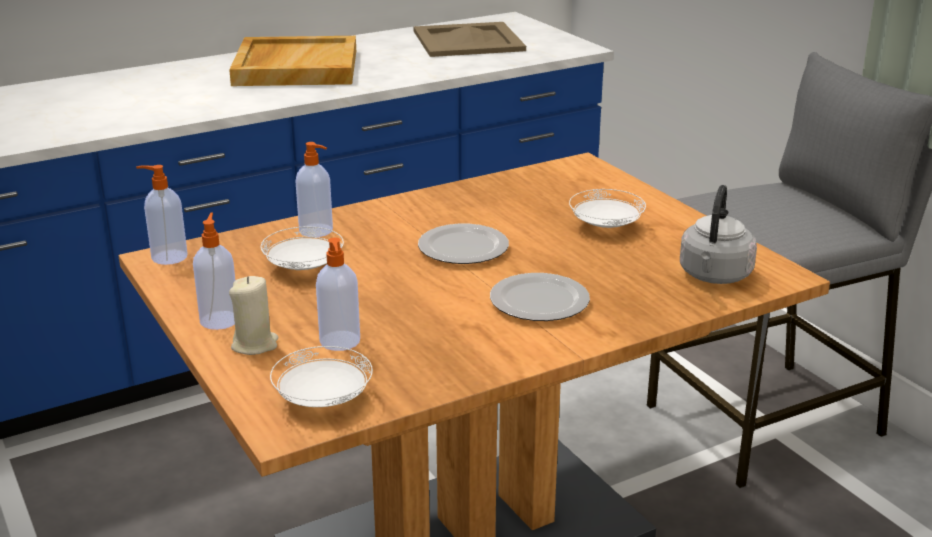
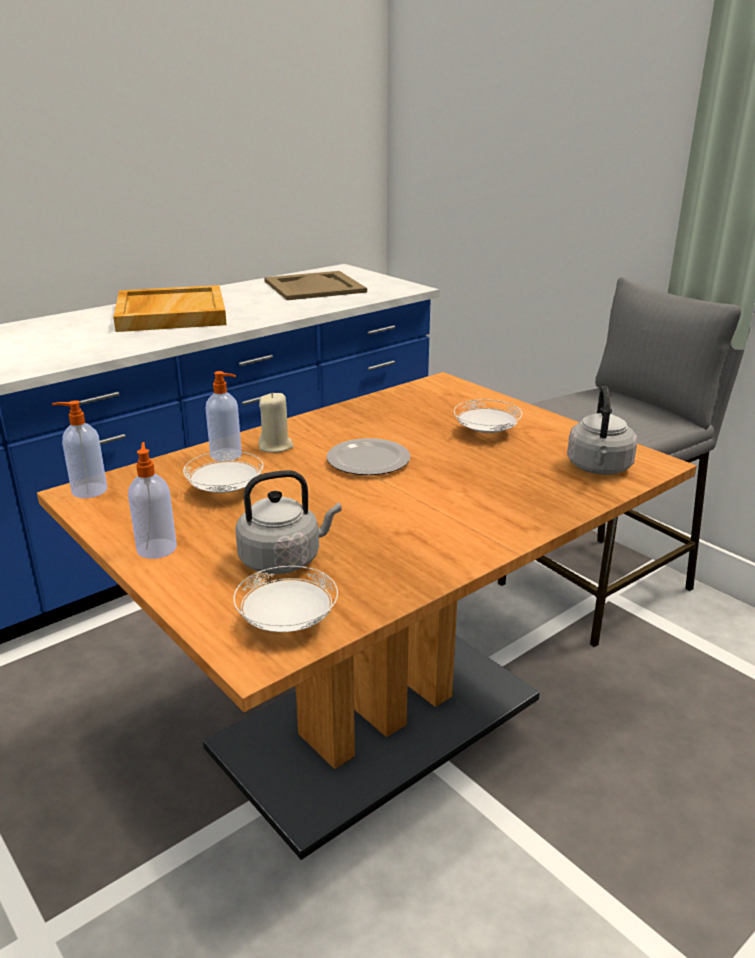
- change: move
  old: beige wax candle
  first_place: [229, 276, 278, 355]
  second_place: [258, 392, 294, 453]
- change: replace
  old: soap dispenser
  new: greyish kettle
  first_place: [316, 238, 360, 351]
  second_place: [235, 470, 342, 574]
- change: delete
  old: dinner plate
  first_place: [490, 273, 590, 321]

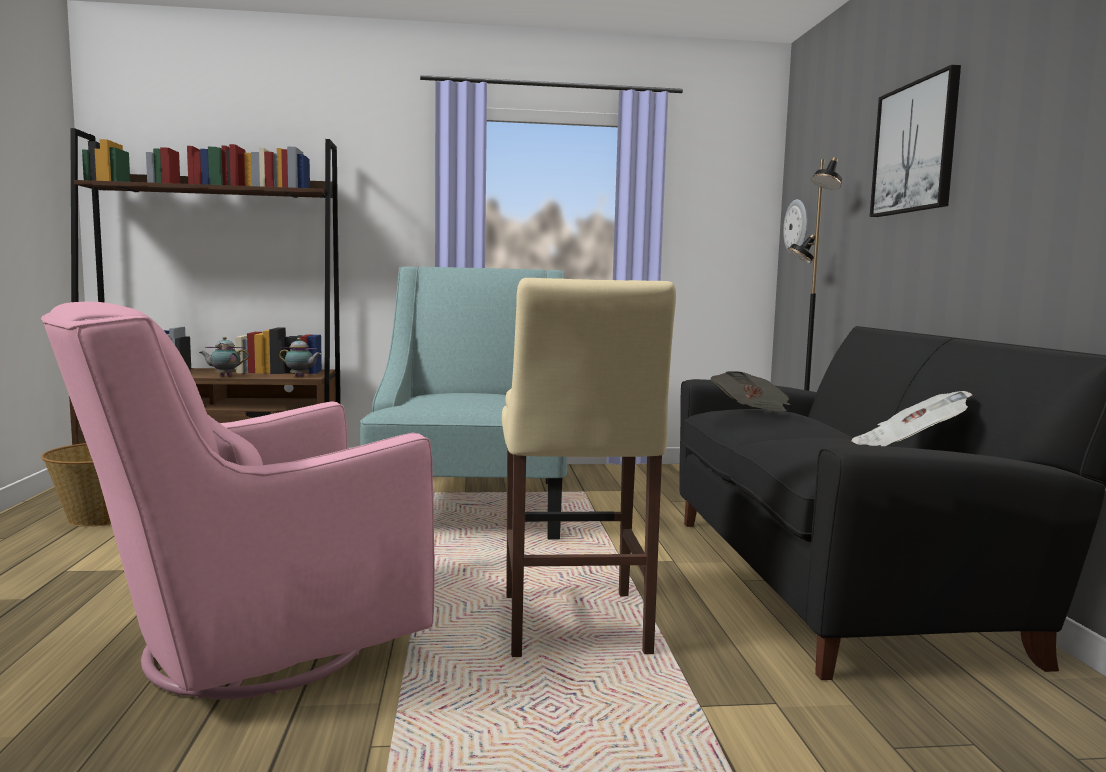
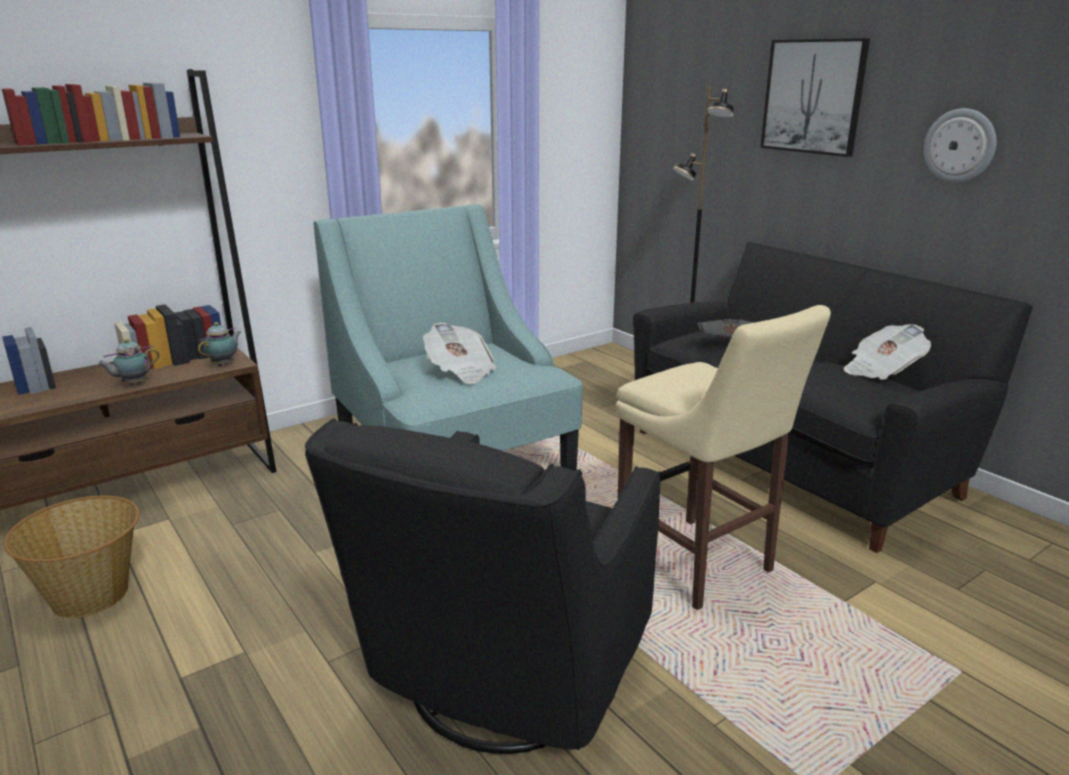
- change: recolor
  old: pinkish armchair
  new: black armchair
  first_place: [41, 302, 435, 700]
  second_place: [305, 418, 661, 754]
- change: rotate
  old: teapot
  first_place: [279, 338, 321, 377]
  second_place: [198, 322, 241, 366]
  degrees: -45
- change: move
  old: hanging clock
  first_place: [783, 199, 807, 255]
  second_place: [924, 108, 996, 183]
- change: insert
  new: newspaper
  second_place: [423, 323, 497, 384]

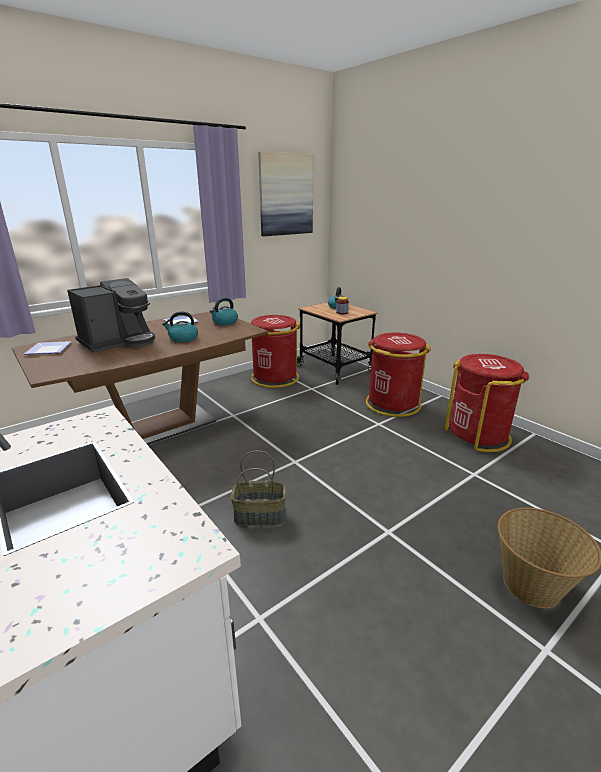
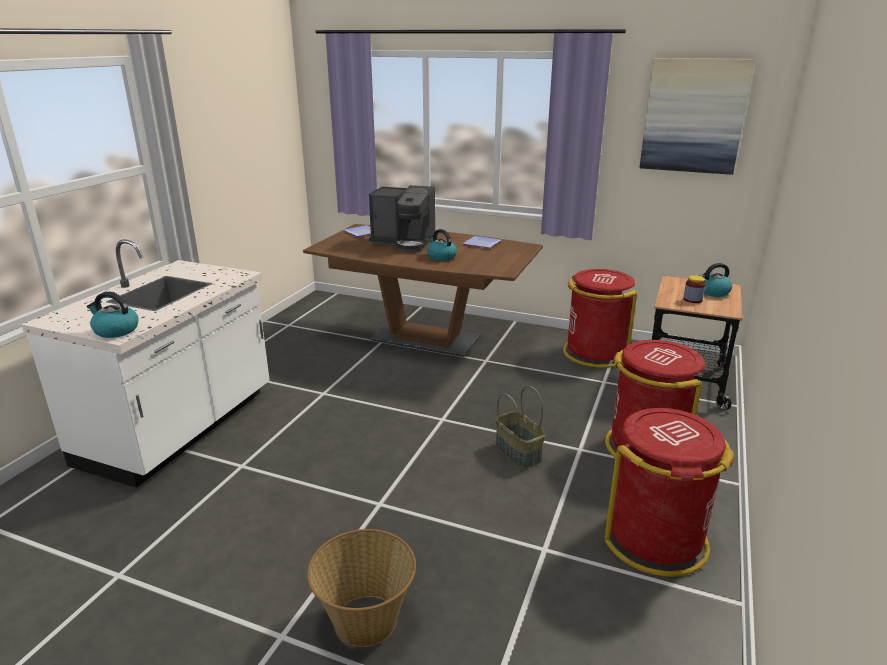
- change: move
  old: kettle
  first_place: [210, 298, 238, 325]
  second_place: [87, 292, 138, 338]
- change: move
  old: storage basket
  first_place: [231, 450, 286, 526]
  second_place: [495, 386, 545, 468]

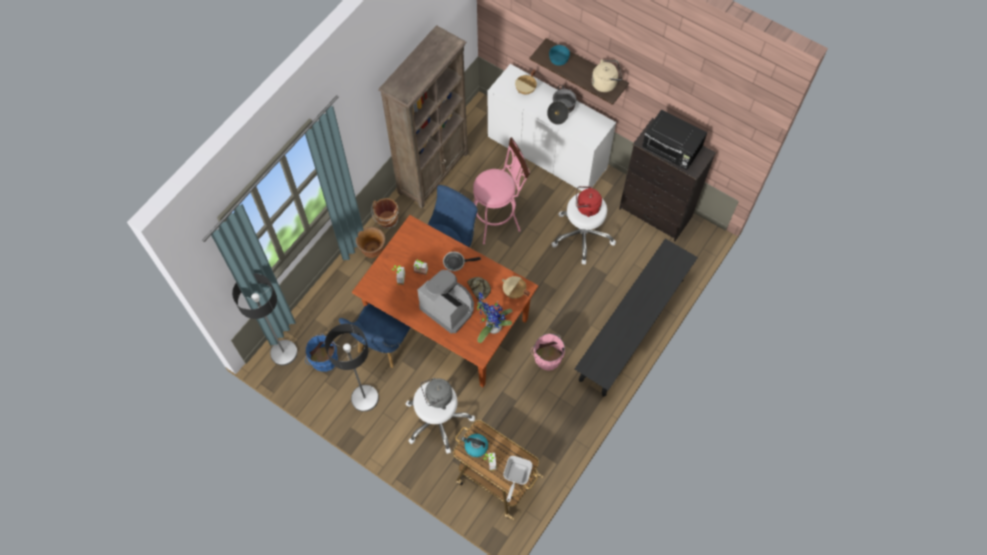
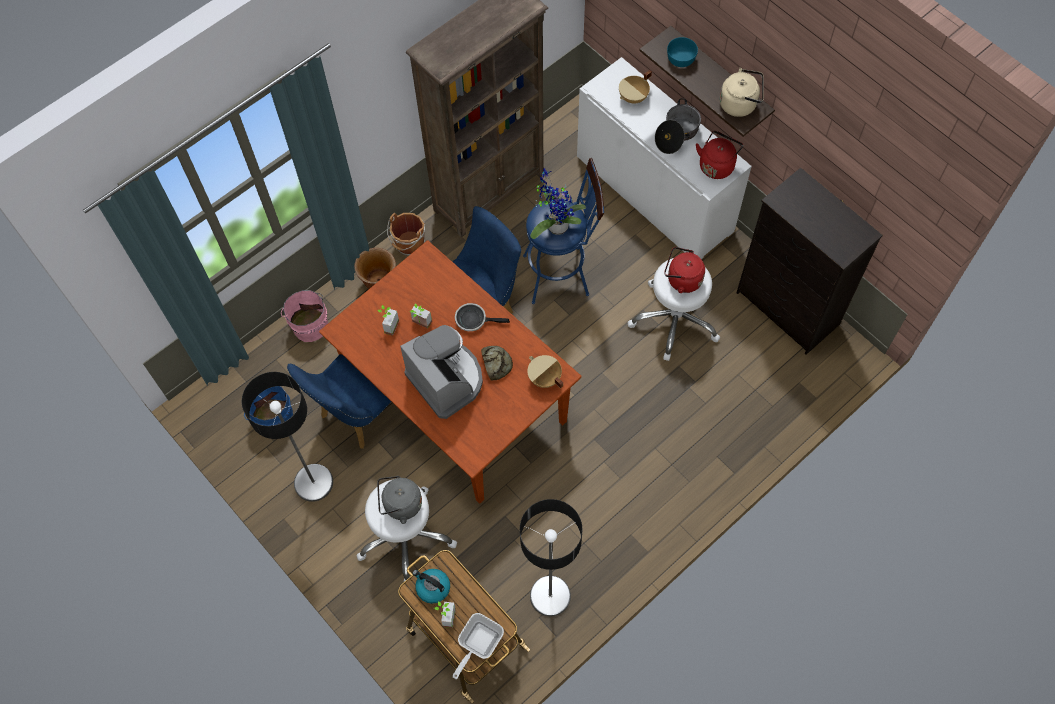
- change: move
  old: standard lamp
  first_place: [232, 273, 298, 365]
  second_place: [520, 499, 583, 617]
- change: recolor
  old: pinkish stool
  new: blue stool
  first_place: [473, 137, 530, 245]
  second_place: [523, 158, 604, 304]
- change: move
  old: plant in a pot
  first_place: [477, 292, 513, 343]
  second_place: [530, 168, 586, 239]
- change: move
  old: pinkish pail
  first_place: [531, 333, 565, 371]
  second_place: [281, 290, 328, 342]
- change: delete
  old: black indoor bench
  first_place: [574, 239, 698, 397]
- change: delete
  old: black microwave oven
  first_place: [642, 109, 707, 170]
- change: insert
  new: red kettle
  second_place: [696, 131, 743, 179]

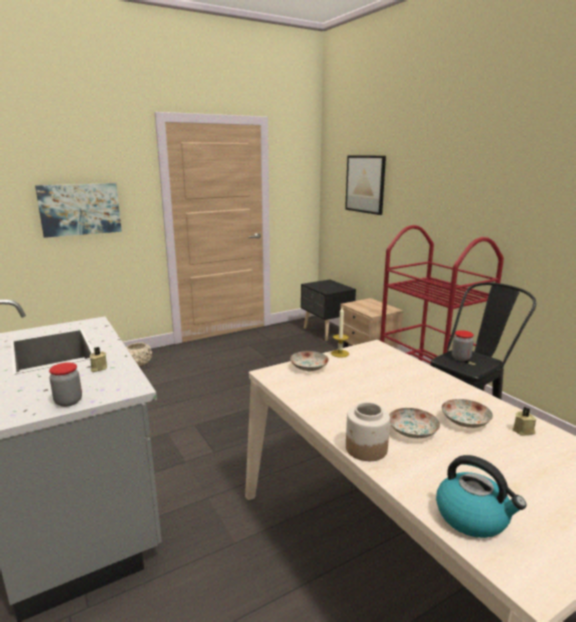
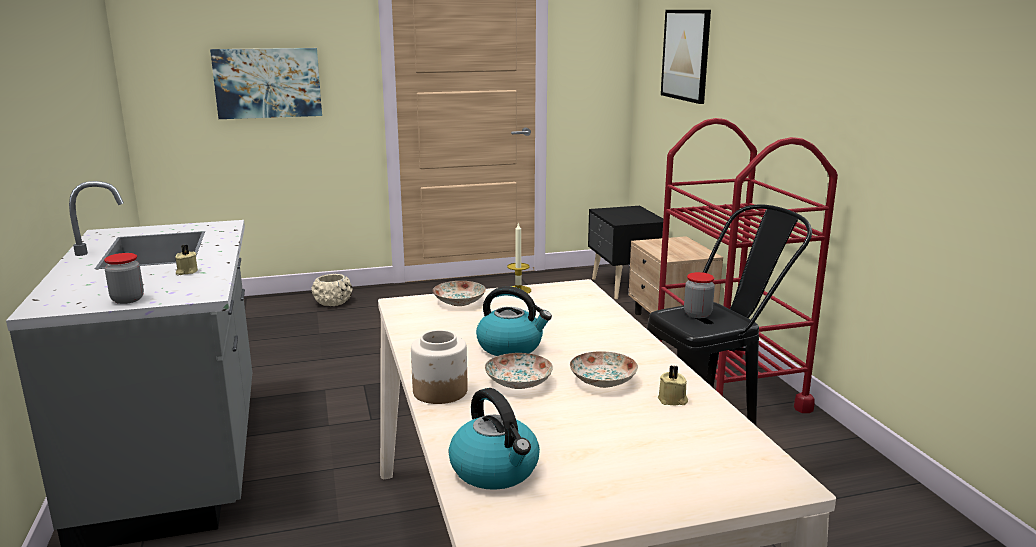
- change: insert
  new: kettle
  second_place: [476, 286, 552, 356]

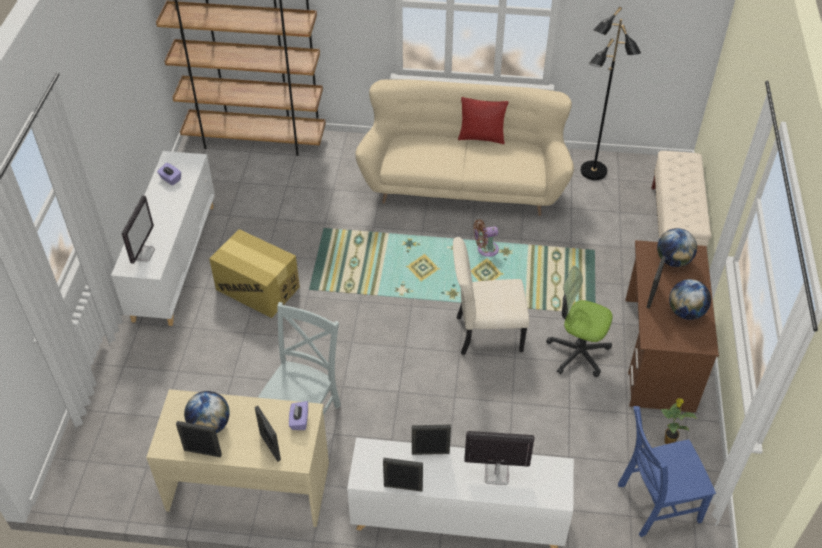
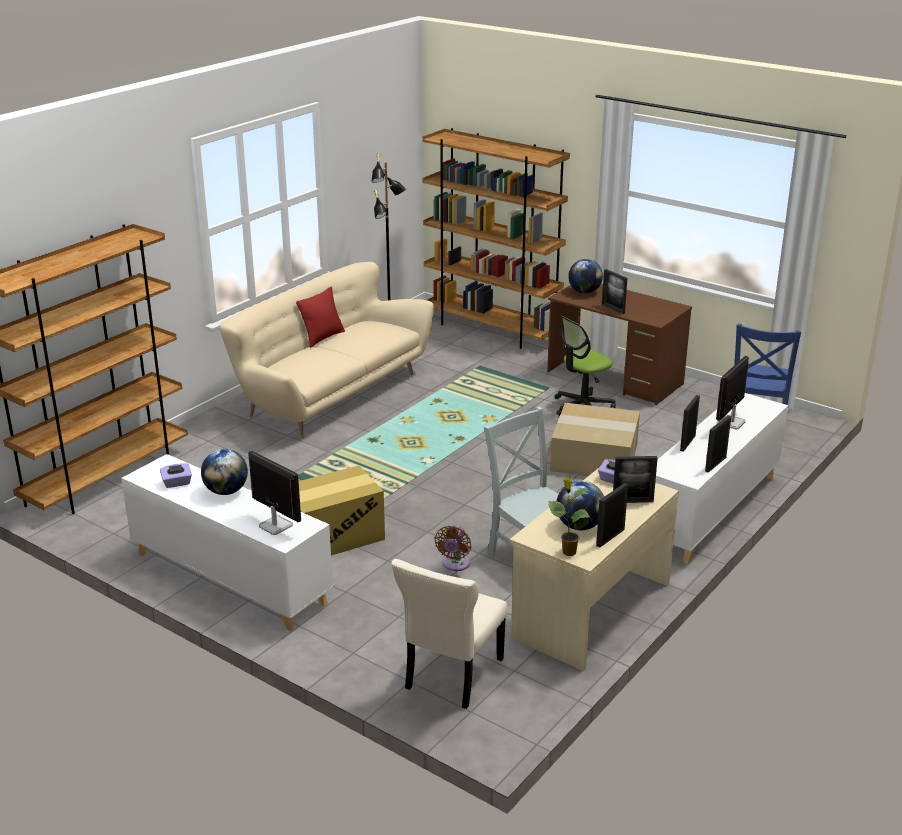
- change: move
  old: beige upright chair
  first_place: [453, 237, 529, 355]
  second_place: [391, 559, 508, 709]
- change: move
  old: brownish fan
  first_place: [474, 219, 499, 257]
  second_place: [434, 526, 471, 571]
- change: replace
  old: beige indoor bench
  new: brownish bookcase
  first_place: [651, 151, 712, 246]
  second_place: [422, 128, 570, 349]
- change: move
  old: plant in a pot
  first_place: [661, 398, 698, 444]
  second_place: [548, 477, 590, 556]
- change: move
  old: globe
  first_place: [669, 279, 711, 320]
  second_place: [201, 449, 248, 495]
- change: insert
  new: carton
  second_place: [550, 403, 640, 476]

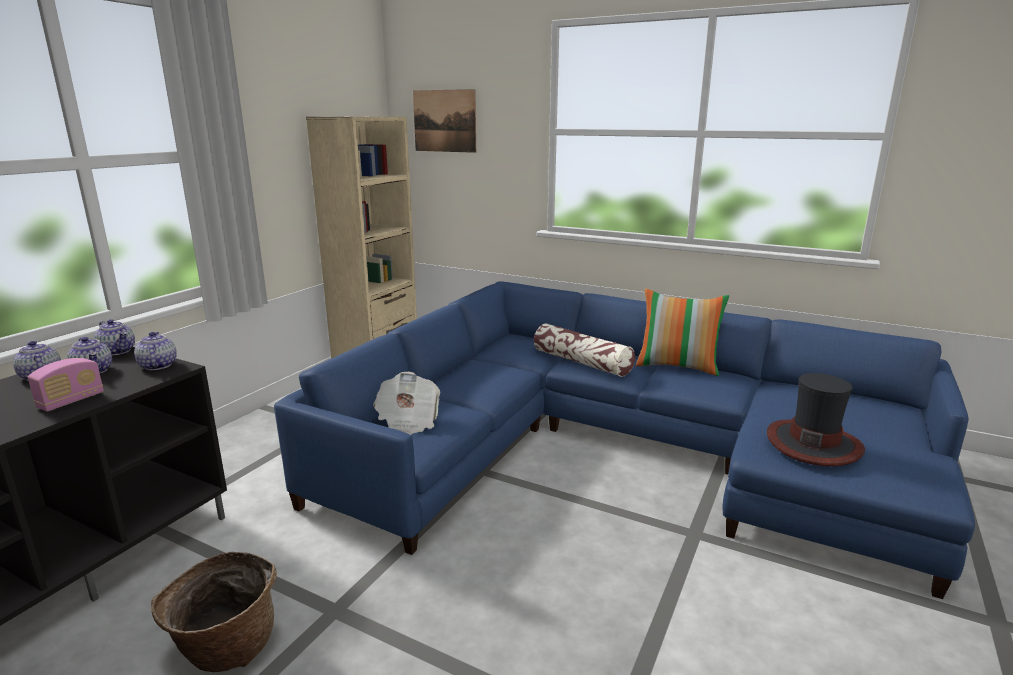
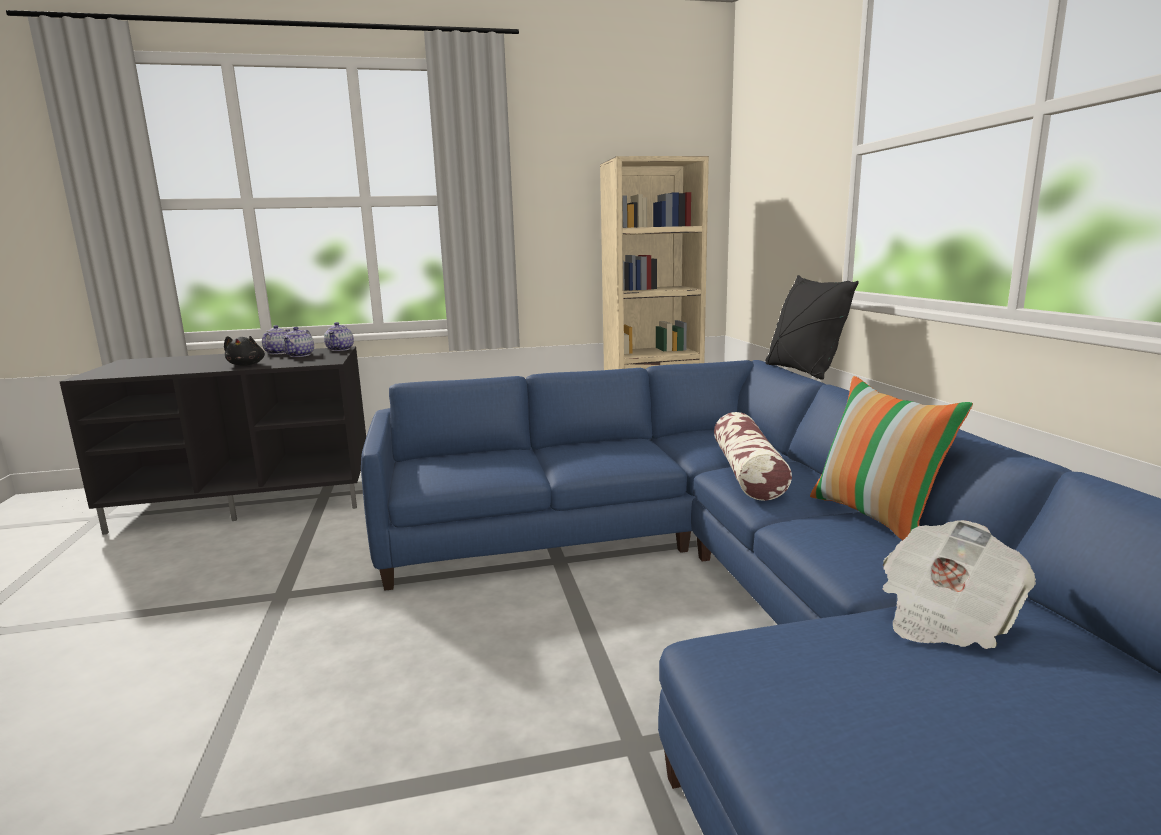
- change: replace
  old: radio receiver
  new: black plush toy
  first_place: [28, 358, 104, 412]
  second_place: [224, 336, 265, 366]
- change: delete
  old: teapot
  first_place: [134, 332, 177, 370]
- change: delete
  old: storage basket
  first_place: [151, 551, 277, 672]
- change: move
  old: newspaper
  first_place: [373, 372, 441, 435]
  second_place: [882, 520, 1036, 649]
- change: delete
  old: wall art
  first_place: [413, 89, 476, 153]
- change: delete
  old: clothing hat
  first_place: [767, 373, 865, 466]
- change: insert
  new: black throw pillow
  second_place: [765, 275, 859, 380]

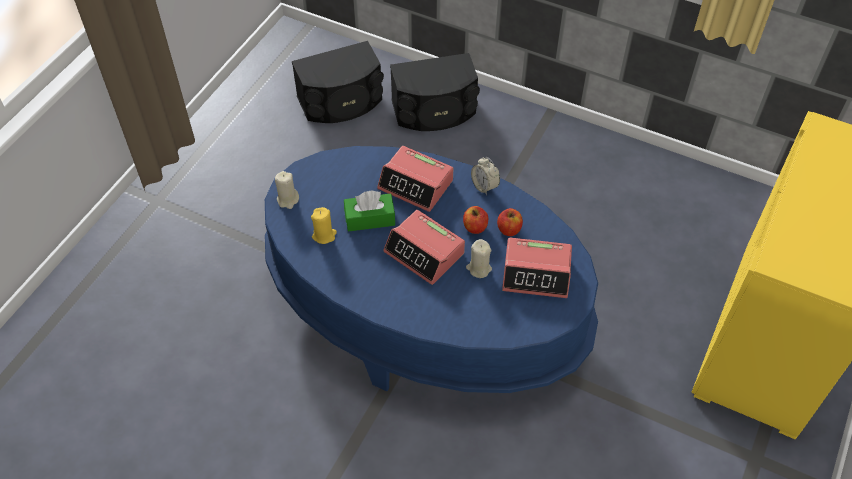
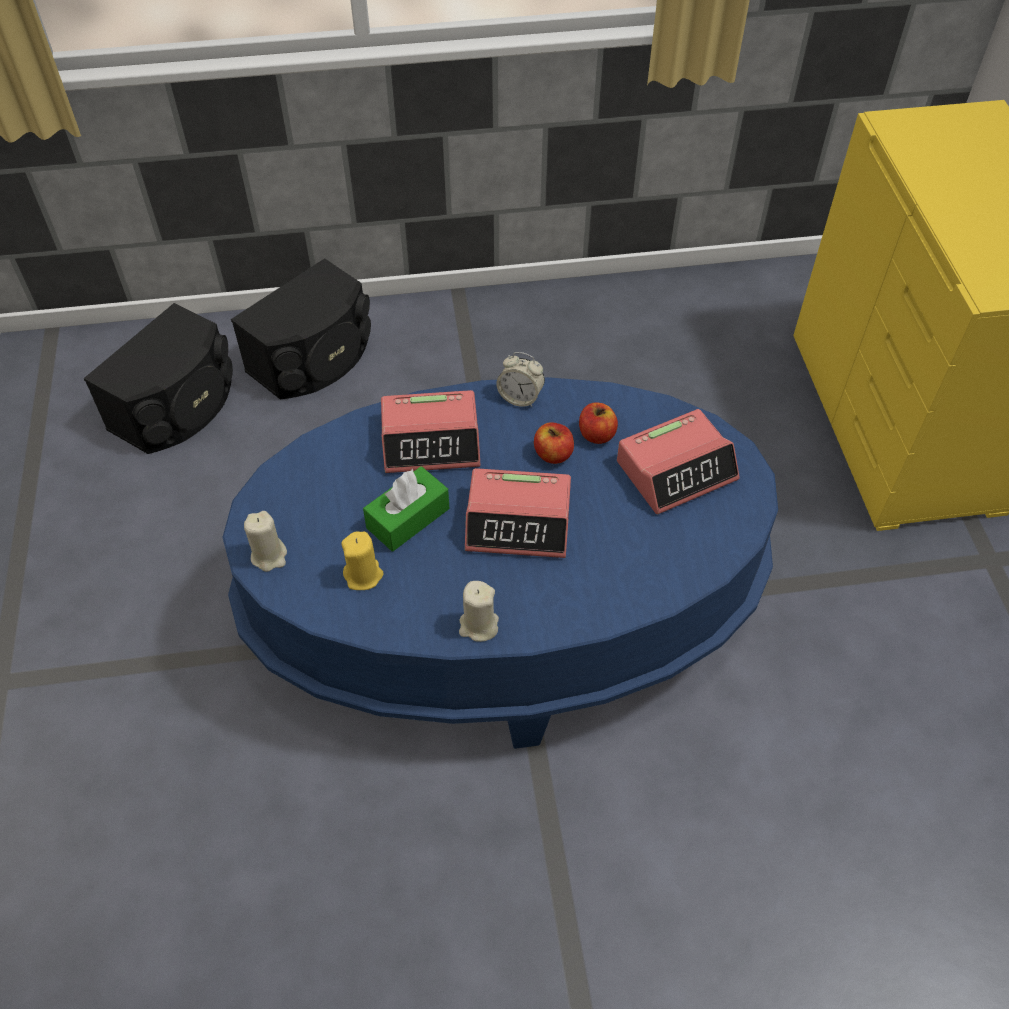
- change: move
  old: beige wax candle
  first_place: [466, 239, 492, 278]
  second_place: [459, 581, 499, 642]

